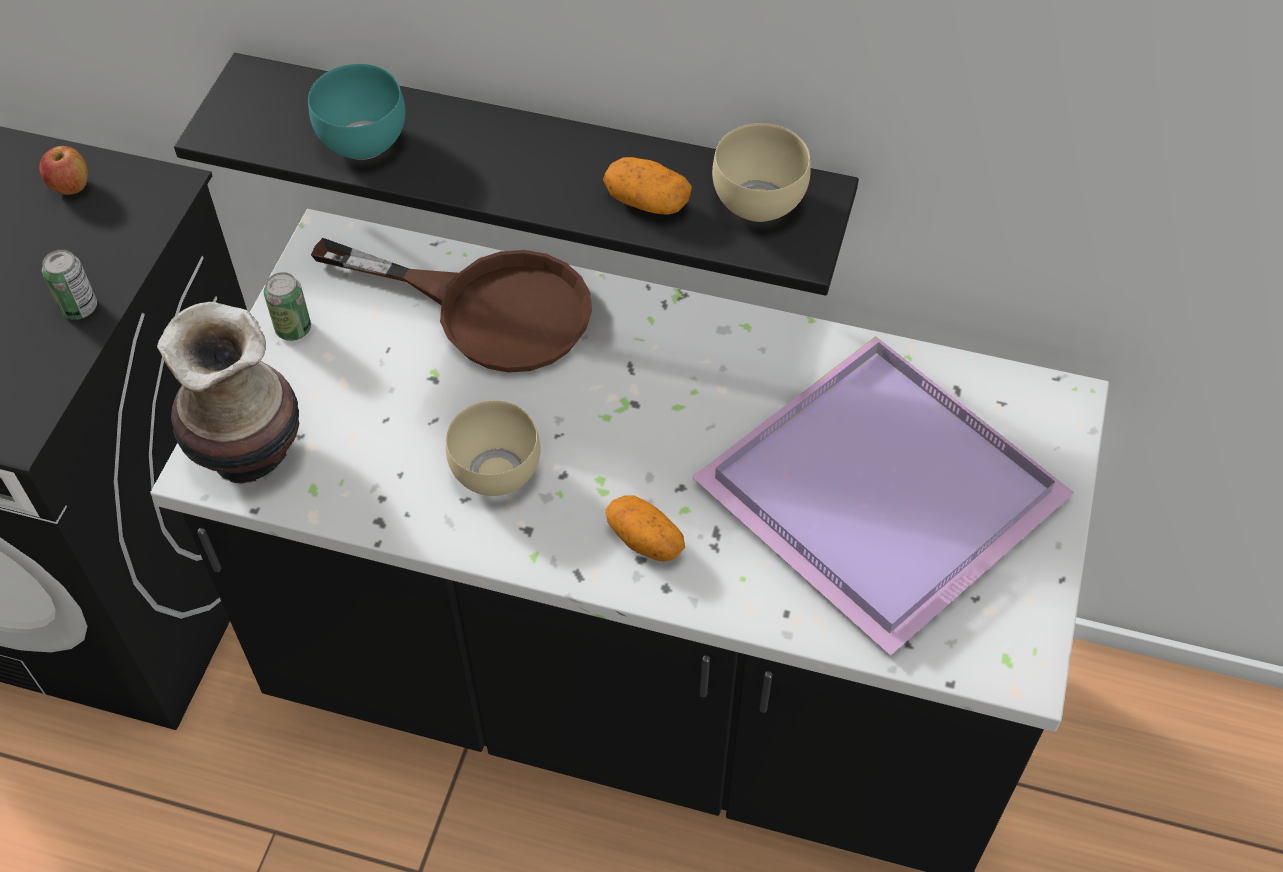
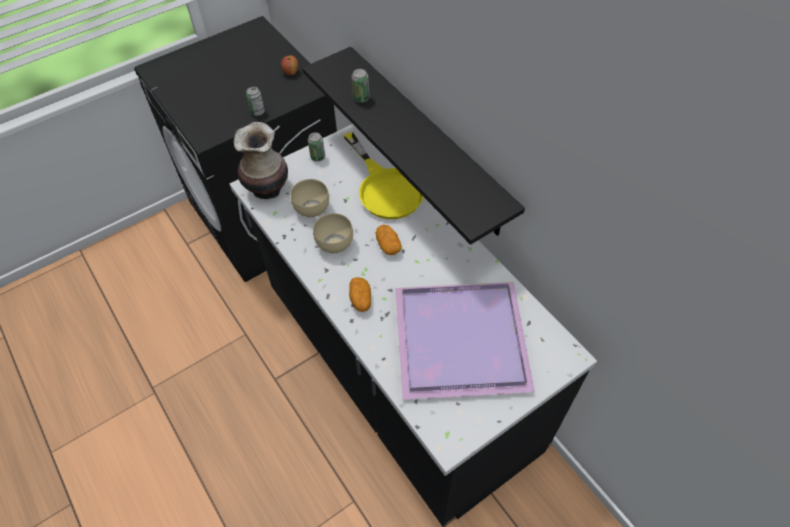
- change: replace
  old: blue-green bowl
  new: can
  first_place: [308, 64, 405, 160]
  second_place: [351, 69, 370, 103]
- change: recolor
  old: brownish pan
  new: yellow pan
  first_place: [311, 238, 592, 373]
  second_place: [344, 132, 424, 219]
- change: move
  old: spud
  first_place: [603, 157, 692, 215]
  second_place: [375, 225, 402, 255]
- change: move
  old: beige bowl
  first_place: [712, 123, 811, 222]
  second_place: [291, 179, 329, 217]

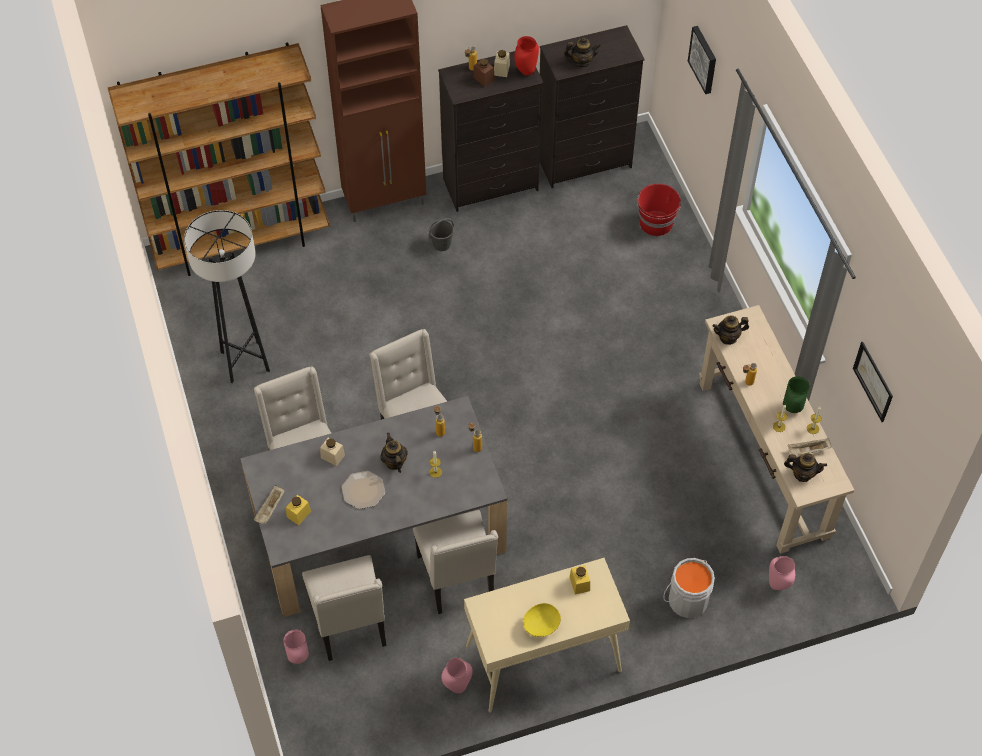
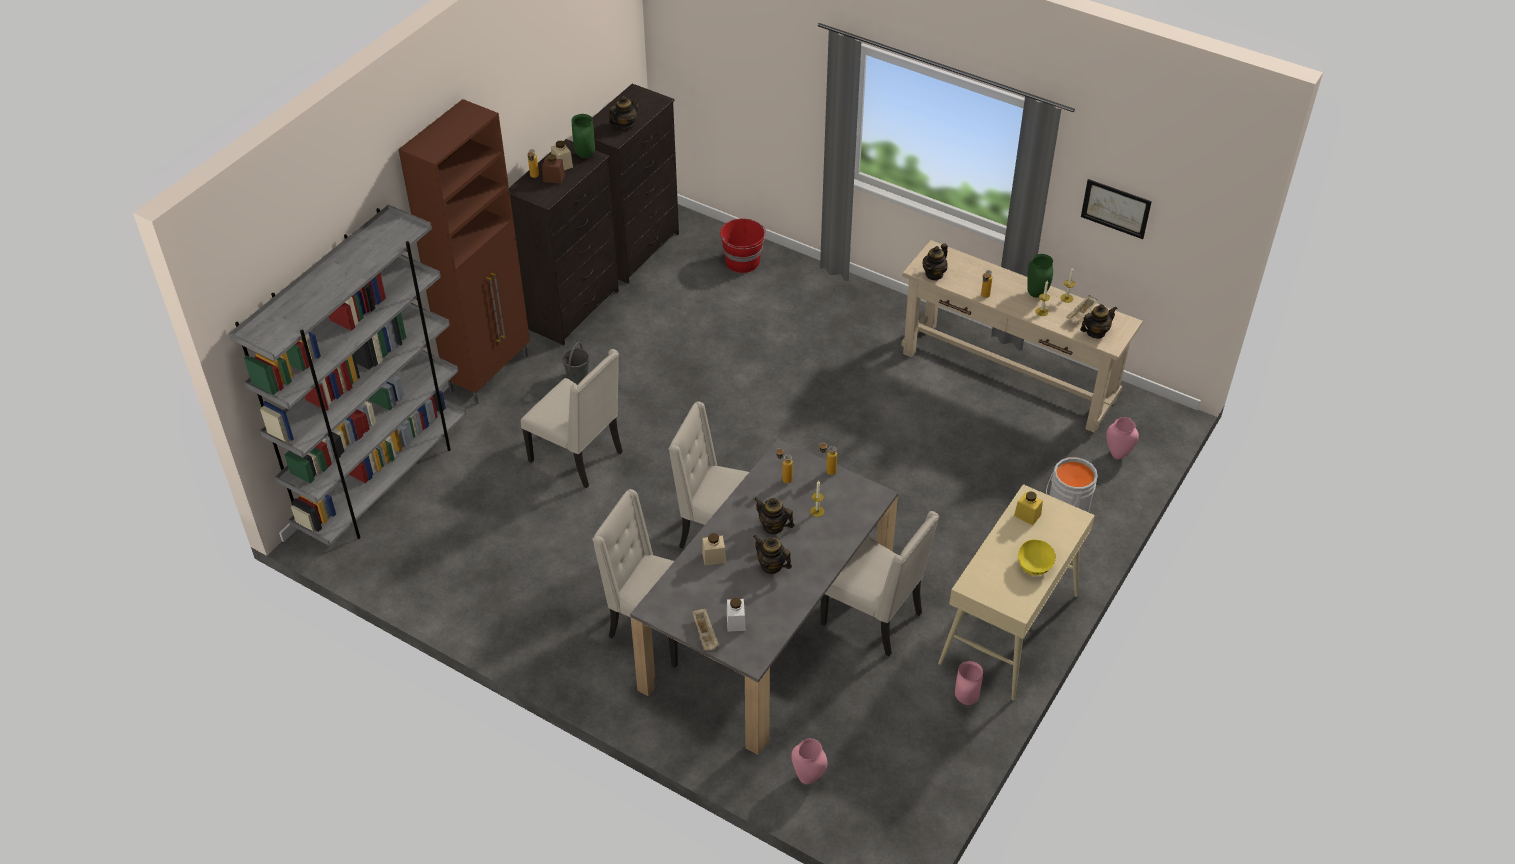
- change: recolor
  old: brownish bookcase
  new: greyish bookcase
  first_place: [108, 42, 330, 276]
  second_place: [229, 205, 466, 546]
- change: delete
  old: greyish standard lamp
  first_place: [184, 210, 270, 383]
- change: recolor
  old: yellow jar
  new: white-coloured jar
  first_place: [286, 495, 311, 525]
  second_place: [727, 598, 746, 632]
- change: move
  old: beige upright chair
  first_place: [302, 555, 386, 661]
  second_place: [521, 349, 623, 488]
- change: replace
  old: dinner plate
  new: teapot
  first_place: [342, 471, 385, 509]
  second_place: [753, 535, 792, 574]
- change: recolor
  old: red vase
  new: greenish vase
  first_place: [514, 36, 539, 76]
  second_place: [571, 114, 595, 158]
- change: delete
  old: wall art
  first_place: [688, 26, 716, 94]

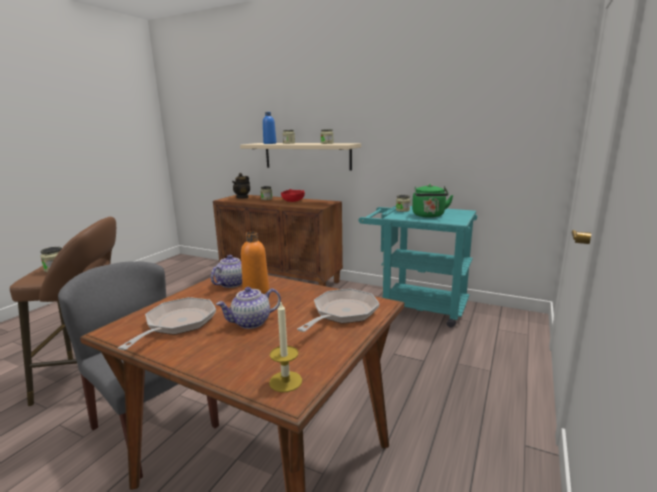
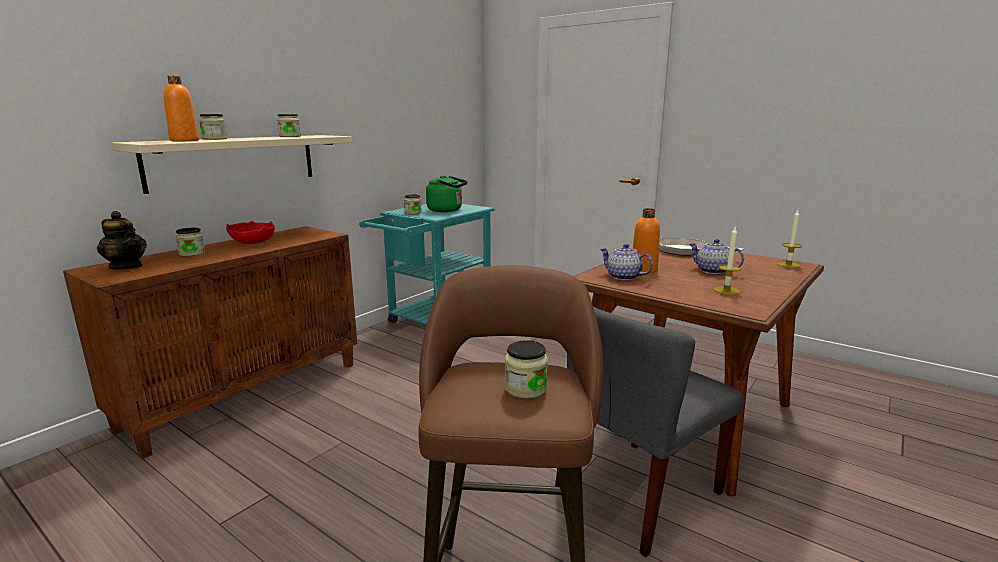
- change: replace
  old: pan
  new: wax candle
  first_place: [118, 297, 216, 350]
  second_place: [714, 227, 741, 295]
- change: rotate
  old: teapot
  first_place: [216, 287, 281, 329]
  second_place: [689, 239, 744, 274]
  degrees: 150
- change: recolor
  old: blue beverage bottle
  new: orangey beverage bottle
  first_place: [263, 112, 276, 144]
  second_place: [163, 76, 199, 141]

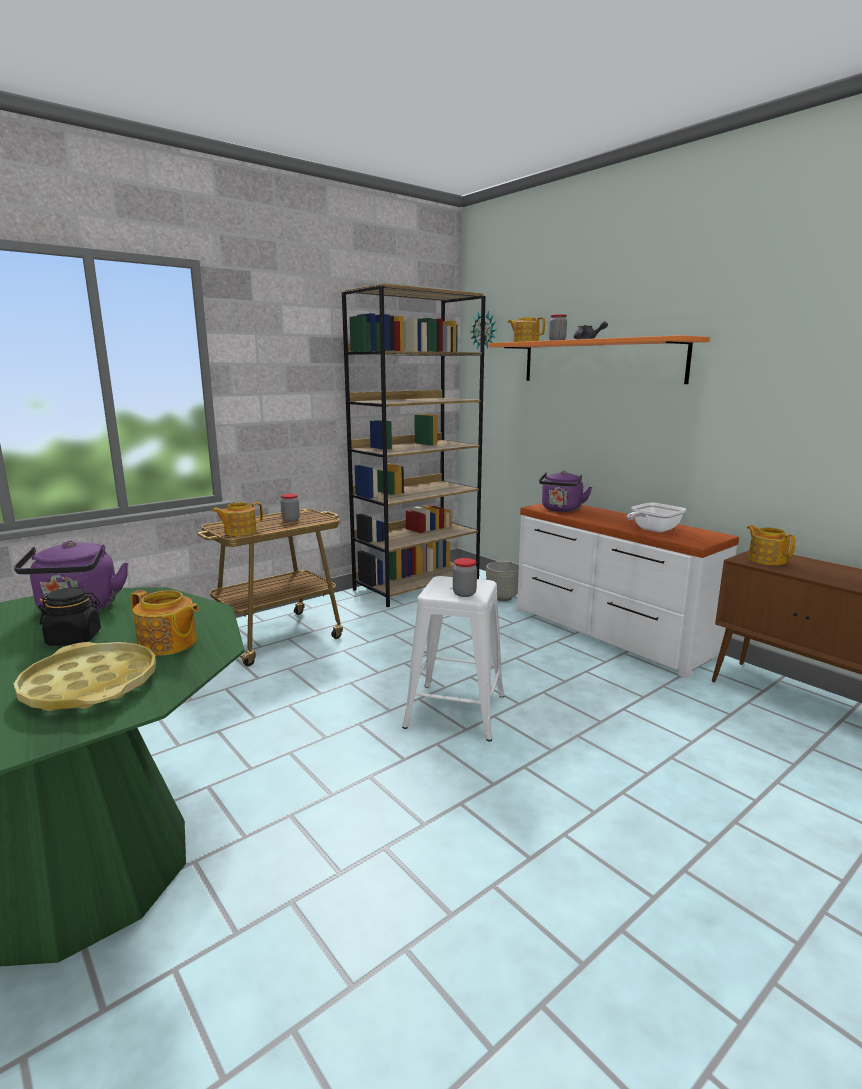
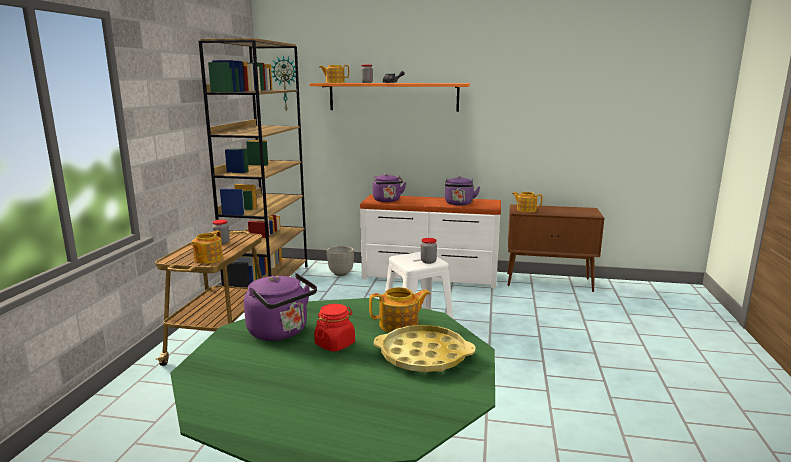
- change: recolor
  old: black jar
  new: red jar
  first_place: [38, 587, 101, 646]
  second_place: [314, 304, 355, 352]
- change: replace
  old: pan
  new: purple-coloured kettle
  first_place: [627, 503, 686, 533]
  second_place: [445, 176, 480, 206]

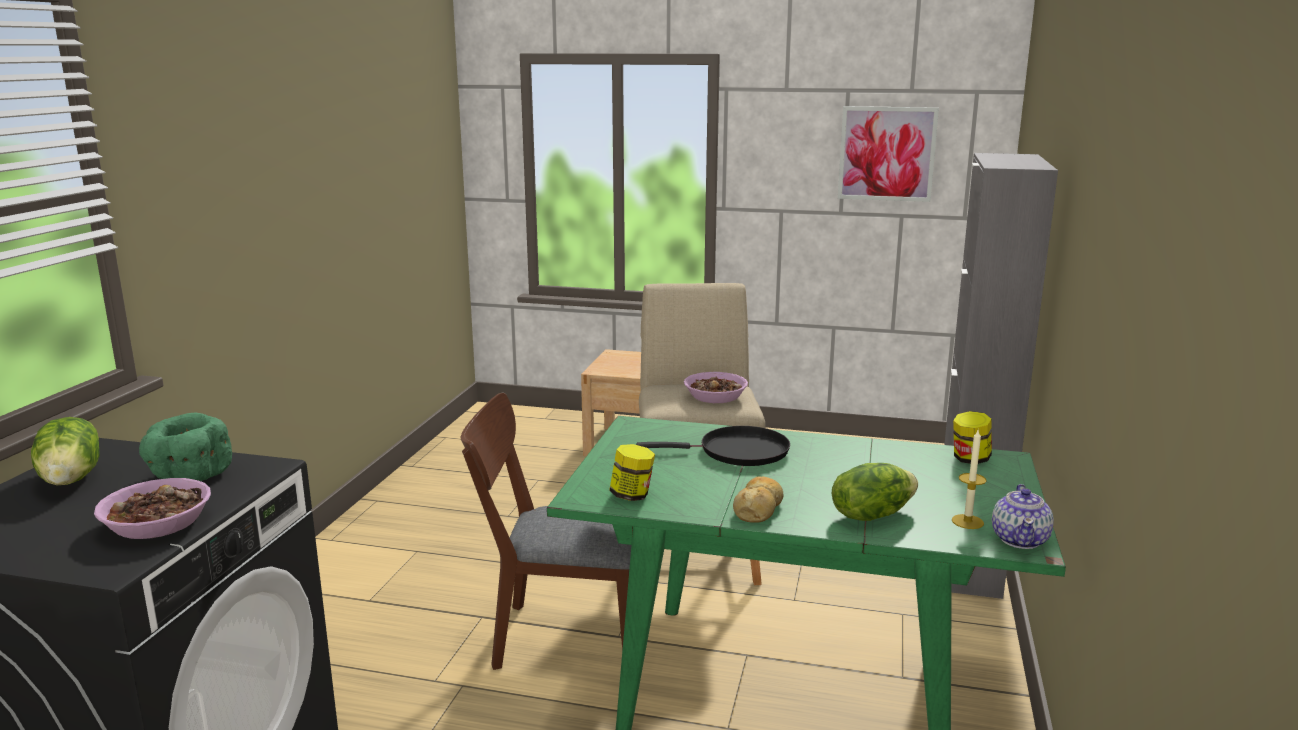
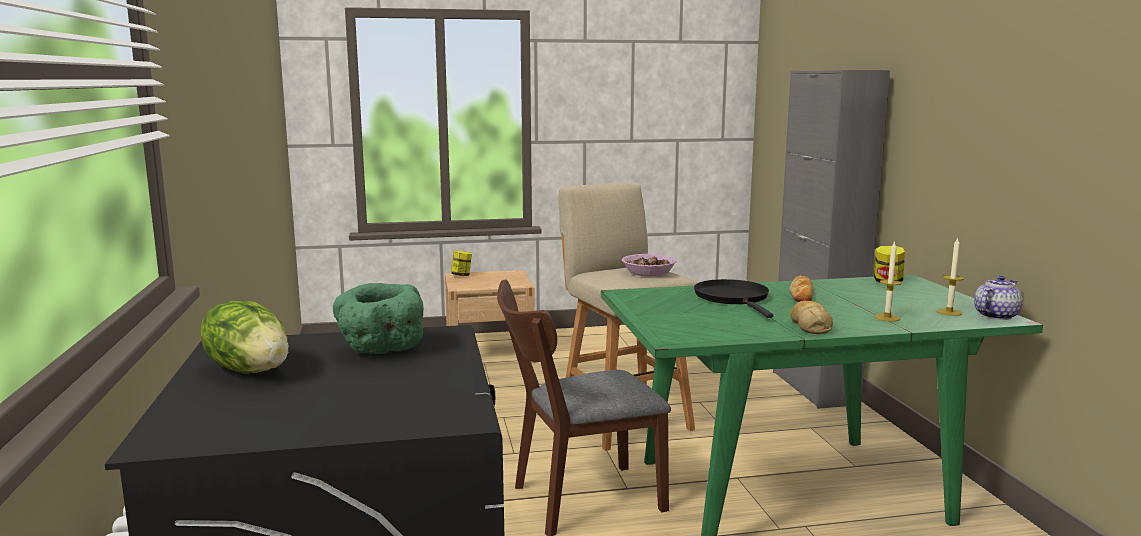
- change: delete
  old: bowl
  first_place: [94, 478, 211, 539]
- change: move
  old: jar
  first_place: [609, 444, 655, 501]
  second_place: [451, 251, 472, 276]
- change: rotate
  old: black pan
  first_place: [636, 426, 790, 466]
  second_place: [694, 279, 773, 318]
  degrees: -75
- change: replace
  old: head of lettuce
  new: wax candle
  first_place: [832, 463, 918, 521]
  second_place: [875, 241, 902, 321]
- change: delete
  old: wall art
  first_place: [838, 106, 939, 202]
- change: rotate
  old: teapot
  first_place: [992, 484, 1054, 549]
  second_place: [974, 275, 1023, 320]
  degrees: -120
- change: insert
  new: bread
  second_place: [789, 275, 813, 302]

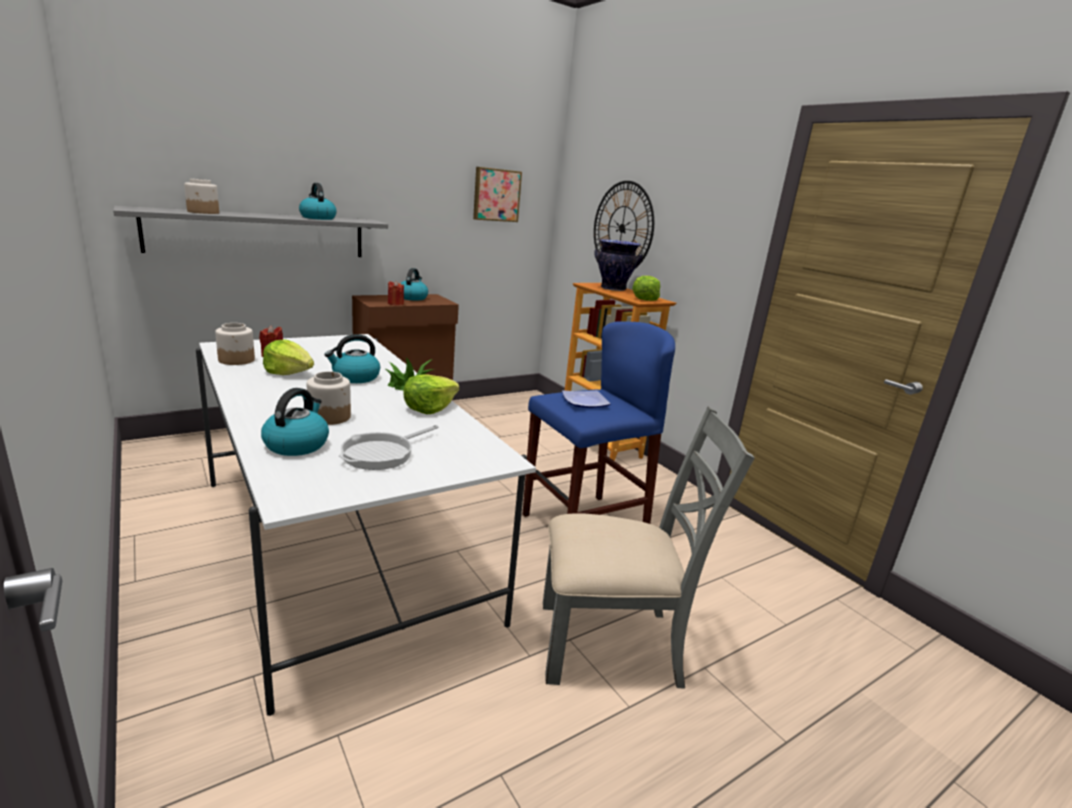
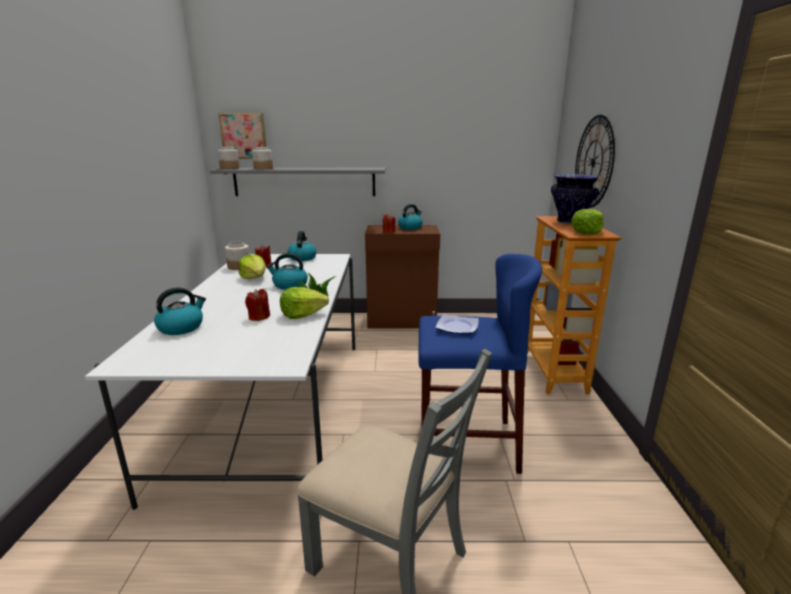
- change: move
  old: kettle
  first_place: [299, 183, 337, 220]
  second_place: [287, 231, 317, 261]
- change: move
  old: jar
  first_place: [307, 371, 351, 425]
  second_place: [218, 147, 240, 169]
- change: delete
  old: pan
  first_place: [339, 425, 438, 470]
- change: move
  old: wall art
  first_place: [473, 167, 522, 222]
  second_place: [218, 113, 266, 158]
- change: insert
  new: red wax candle
  second_place: [245, 289, 270, 321]

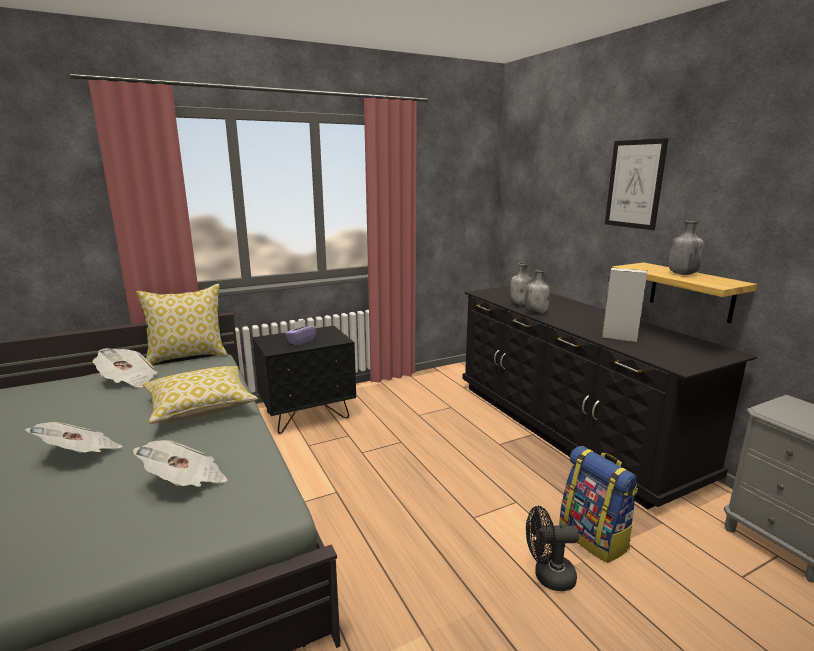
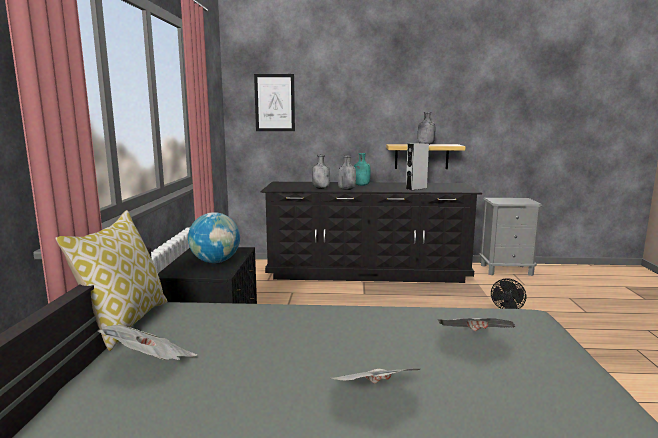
- change: delete
  old: throw pillow
  first_place: [142, 366, 258, 424]
- change: replace
  old: purple-coloured tissue holder
  new: globe
  first_place: [285, 320, 317, 346]
  second_place: [188, 212, 240, 263]
- change: delete
  old: backpack
  first_place: [559, 446, 638, 563]
- change: move
  old: wall art
  first_place: [605, 138, 668, 230]
  second_place: [254, 74, 295, 131]
- change: insert
  new: blue-green beverage bottle
  second_place: [354, 153, 371, 186]

